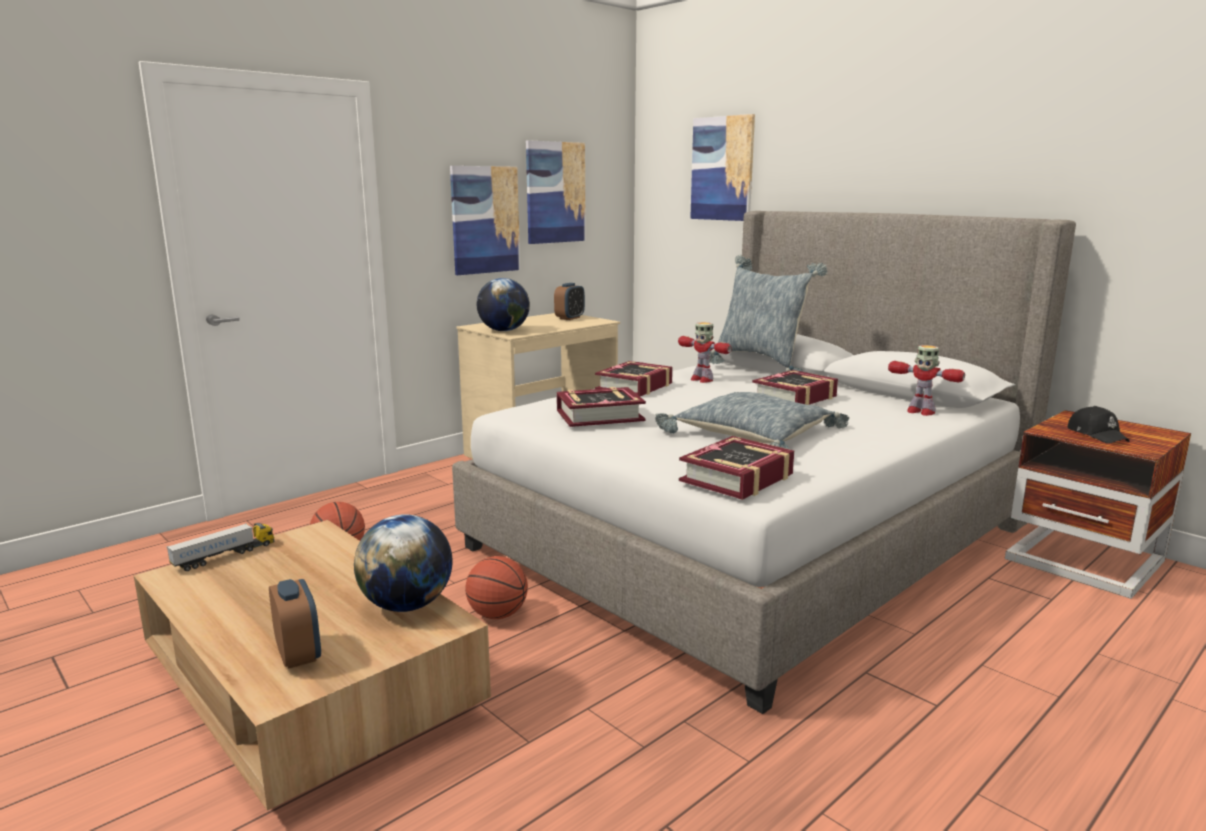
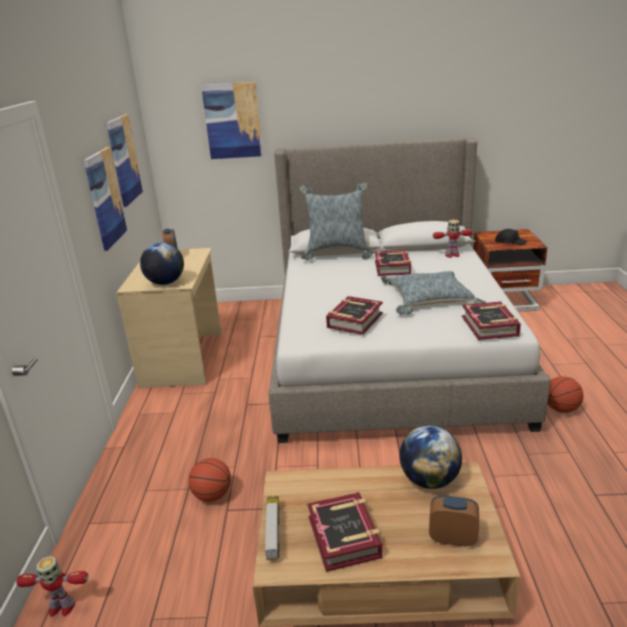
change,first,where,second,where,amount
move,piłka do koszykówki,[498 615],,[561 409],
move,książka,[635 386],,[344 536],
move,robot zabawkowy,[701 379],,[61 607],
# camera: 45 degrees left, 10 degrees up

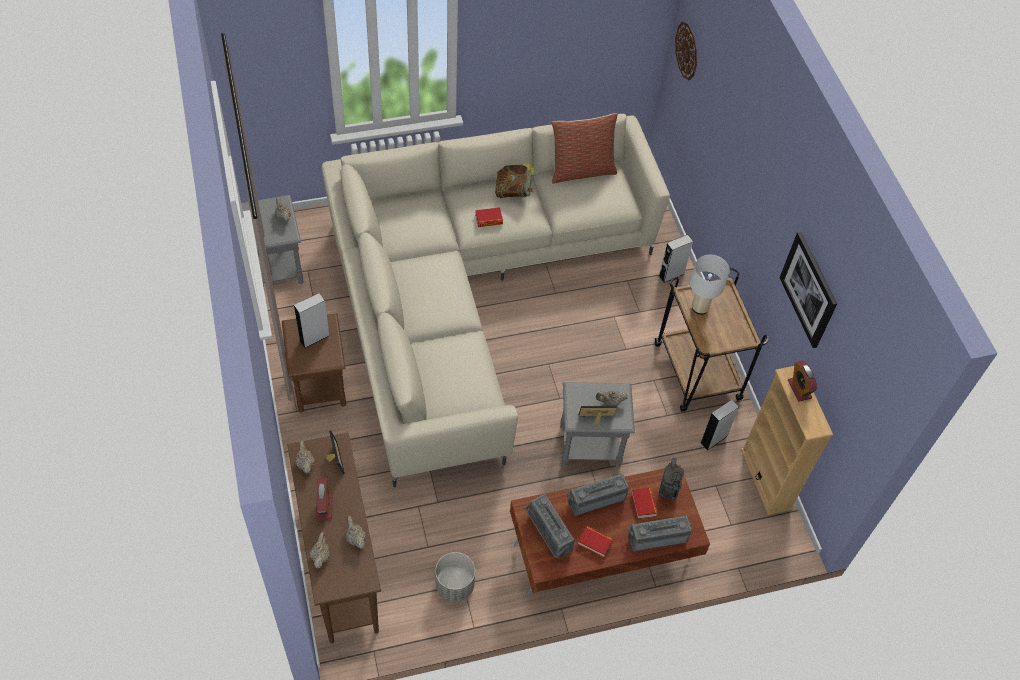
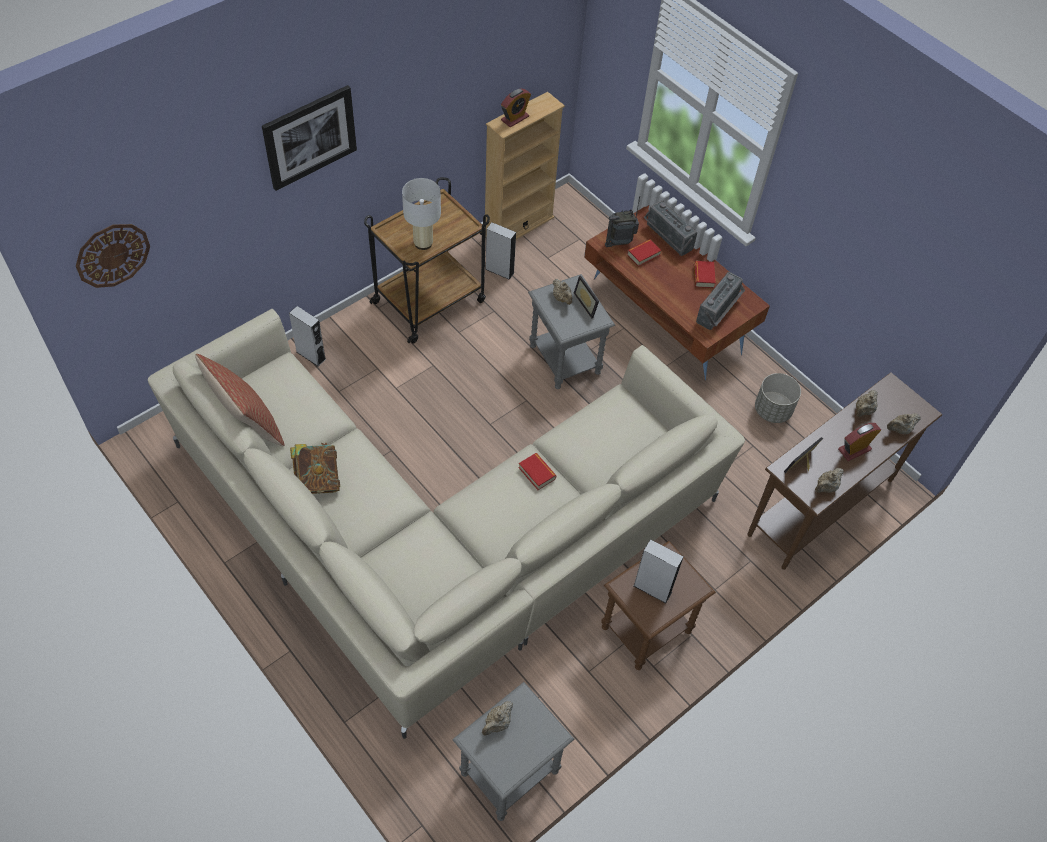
change,first,where,second,where,amount
delete,radio,[595 498],,,
move,książka,[489 219],,[537 473],
move,obraz,[809 289],,[309 137],
# camera: 115 degrees left, 0 degrees up

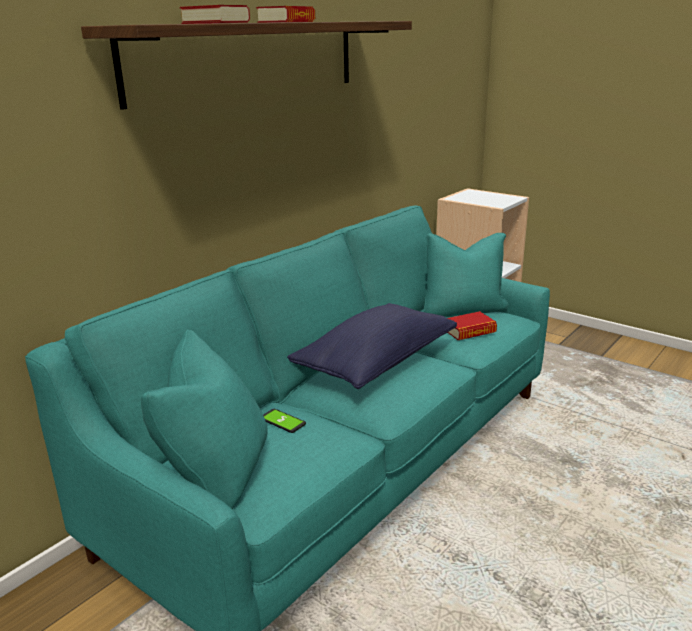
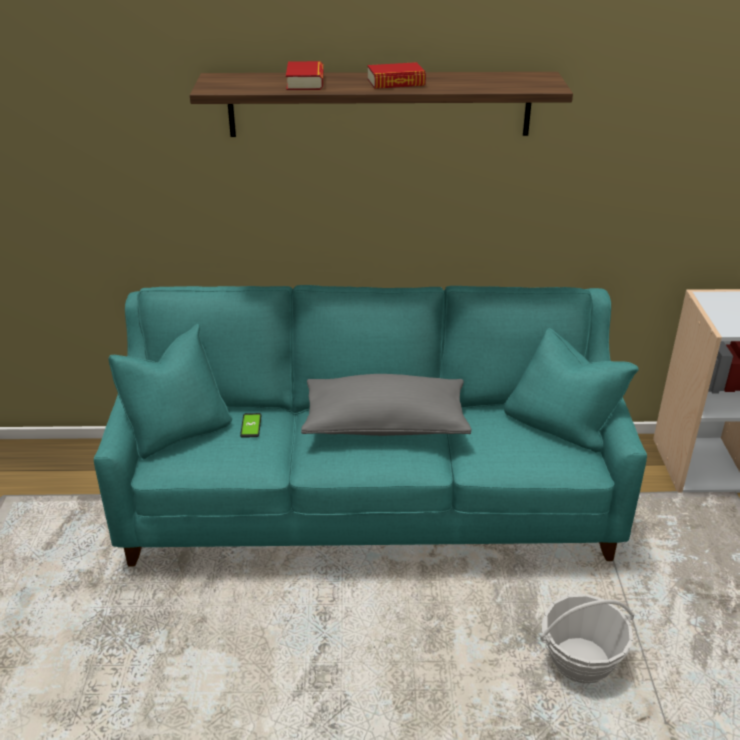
change,first,where,second,where,amount
delete,książka,[469 331],,,
insert,,,koszyk,[581 660],
recolor,poduszka [niebieski],[376 363],poduszka [szary],[385 425],
# camera: 50 degrees right, 10 degrees up

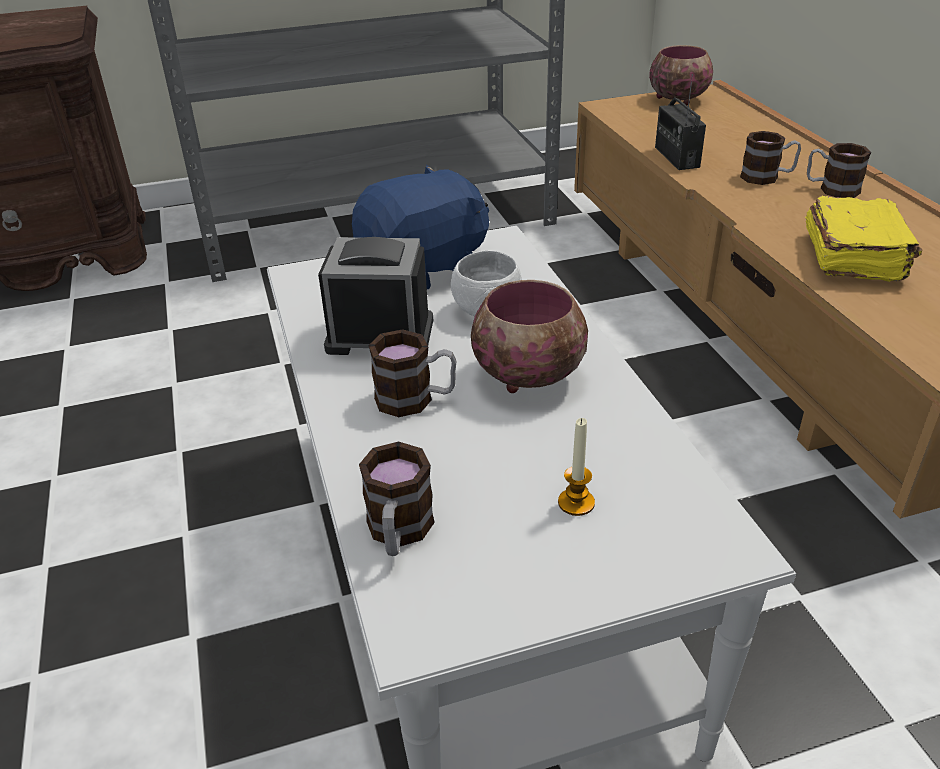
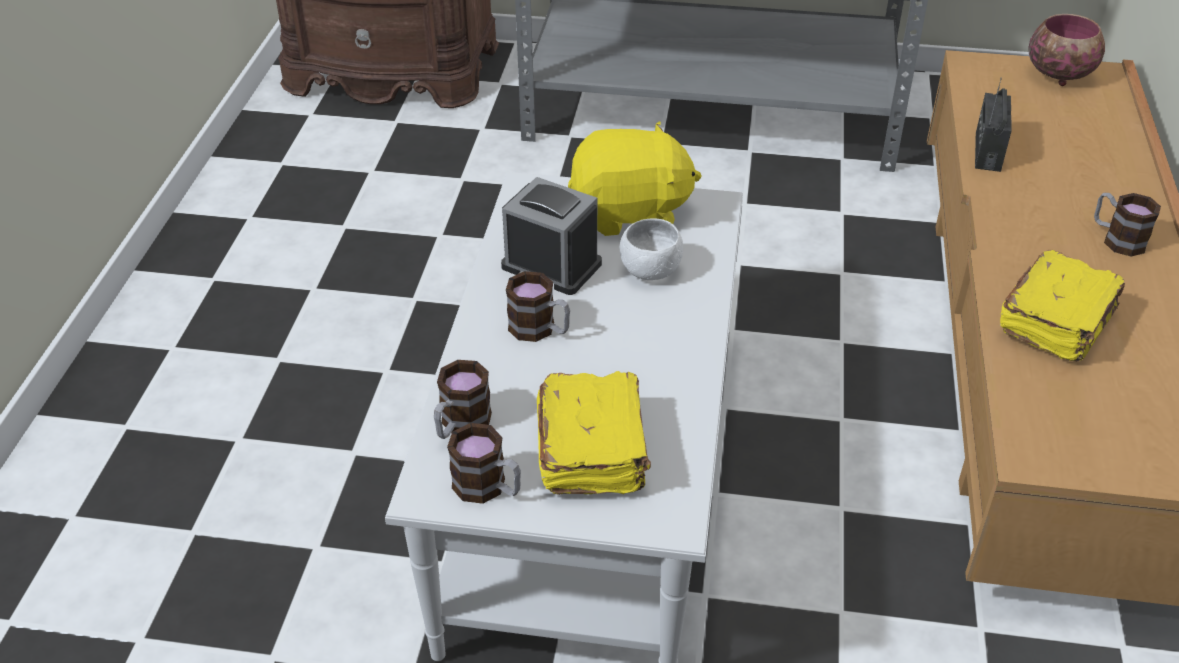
change,first,where,second,where,amount
delete,miska,[531 375],,,
move,kubek,[767 177],,[488 488],
replace,świeca,[576 503],książka [żółty],[593 450],
recolor,pluszak [niebieski],[425 268],pluszak [żółty],[630 213],
# camera: 25 degrees right, 5 degrees up

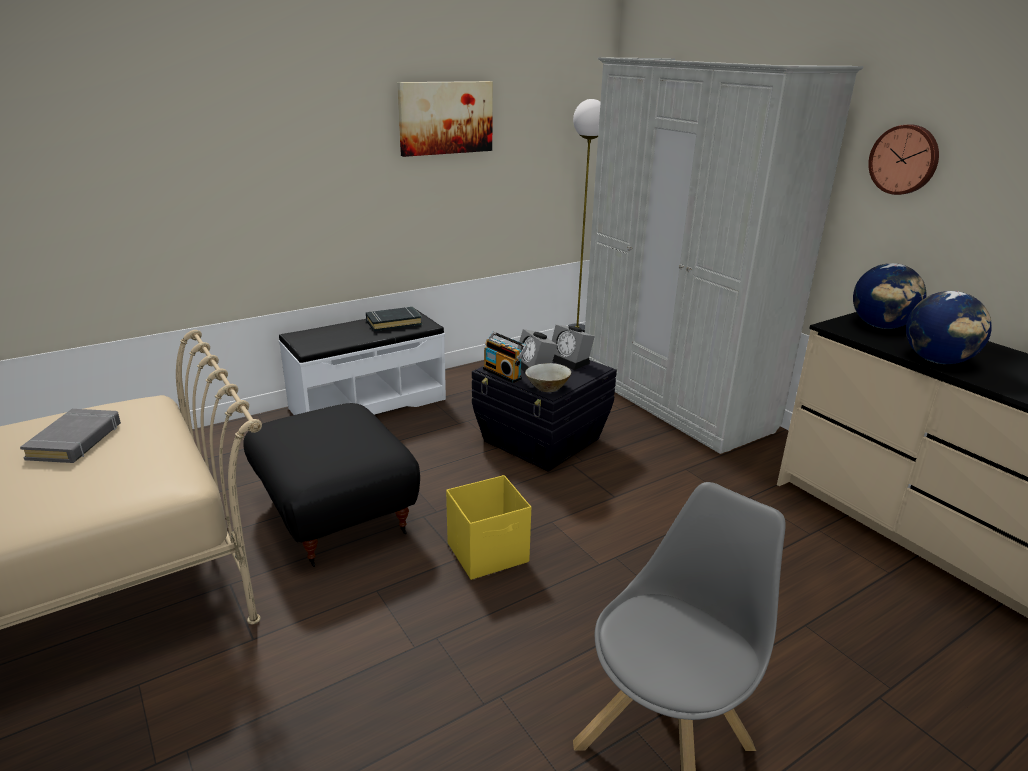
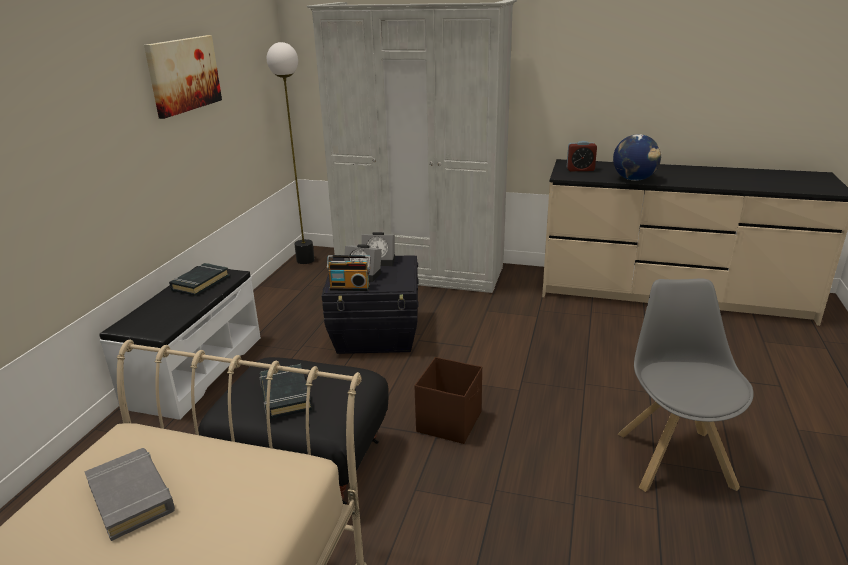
change,first,where,second,where,amount
delete,miska [beżowy],[547 387],,,
delete,zegar ścienny,[904 159],,,
insert,,,książka [czarny],[285 395],
replace,globus,[881 326],budzik,[580 169],
recolor,pojemnik do przechowywania [żółty],[489 553],pojemnik do przechowywania [brązowy],[450 421],
# camera: 40 degrees left, 0 degrees up

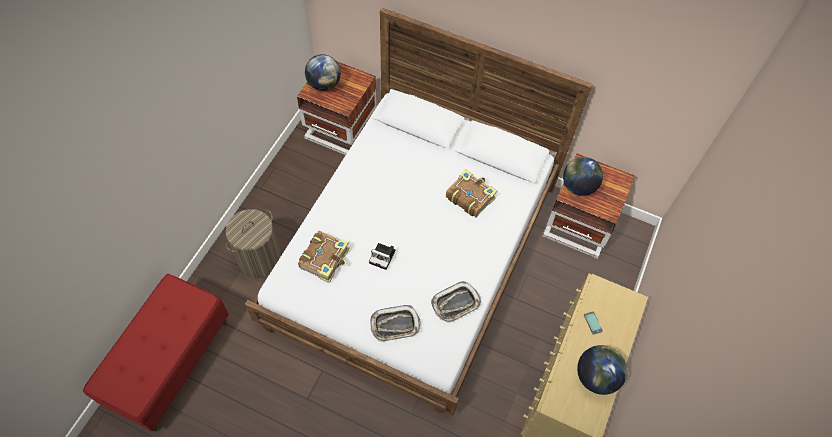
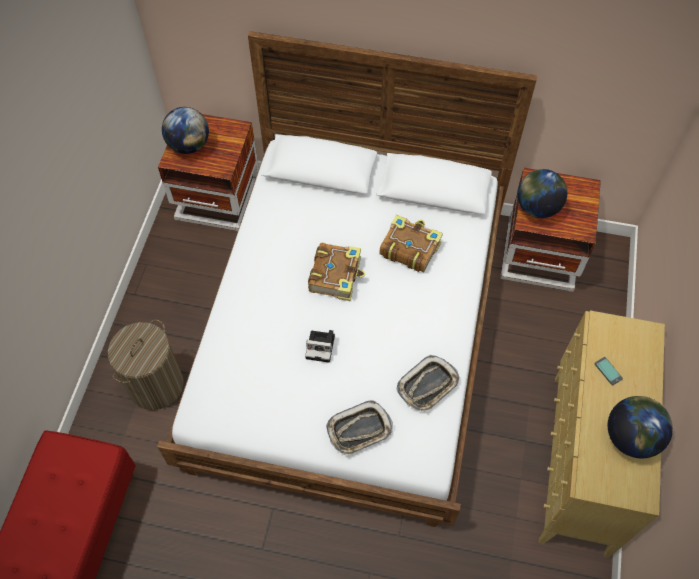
change,first,where,second,where,amount
move,książka,[325 259],,[336 275],
# camera: 10 degrees left, 0 degrees up

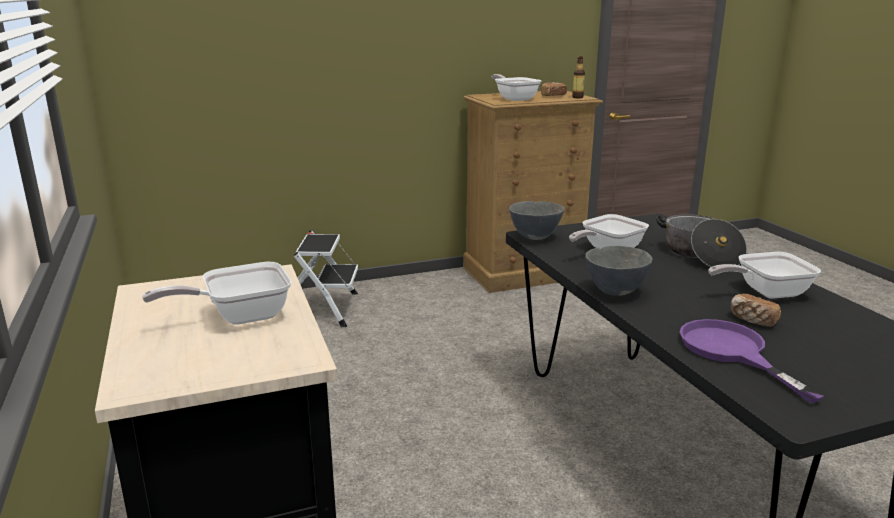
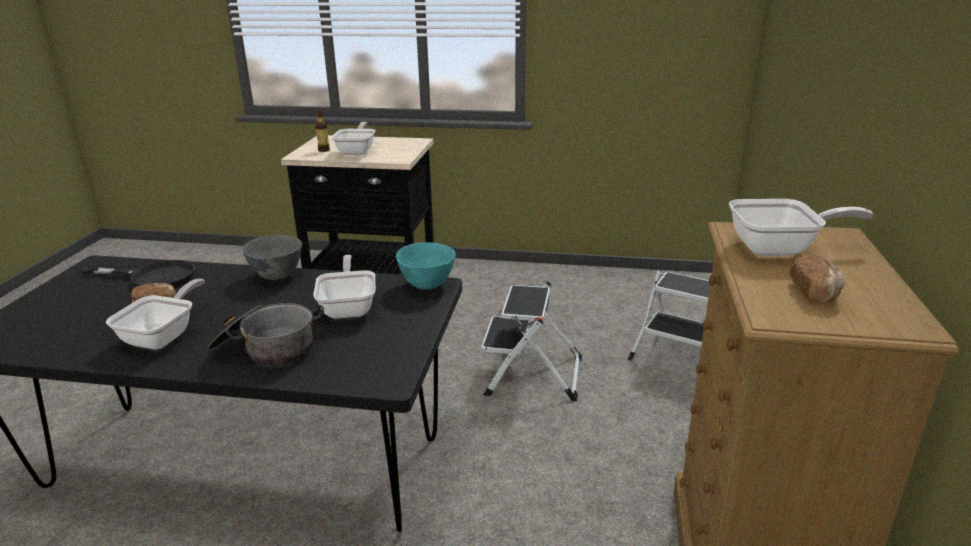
change,first,where,second,where,amount
insert,,,drabinka,[532 373],
move,butelka,[577 97],,[324 150],
recolor,miska [szary],[534 237],miska [turkusowy],[428 285],
recolor,patelnia [fioletowy],[732 352],patelnia [czarny],[153 277],
# camera: 120 degrees right, 5 degrees up

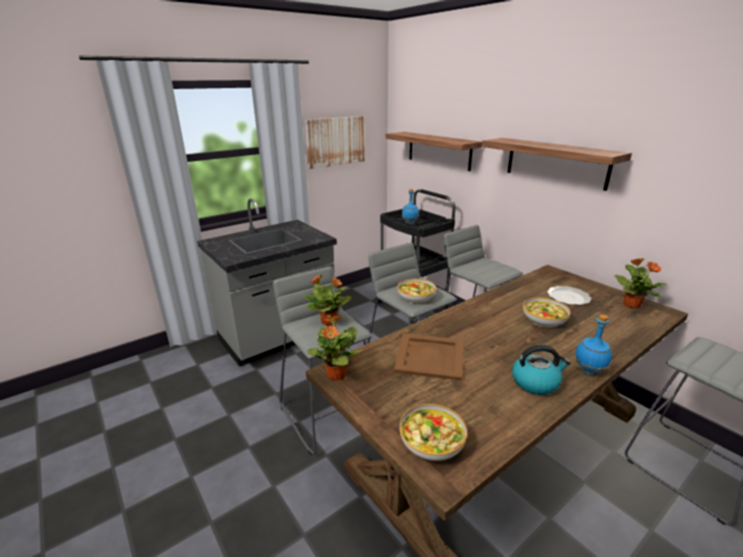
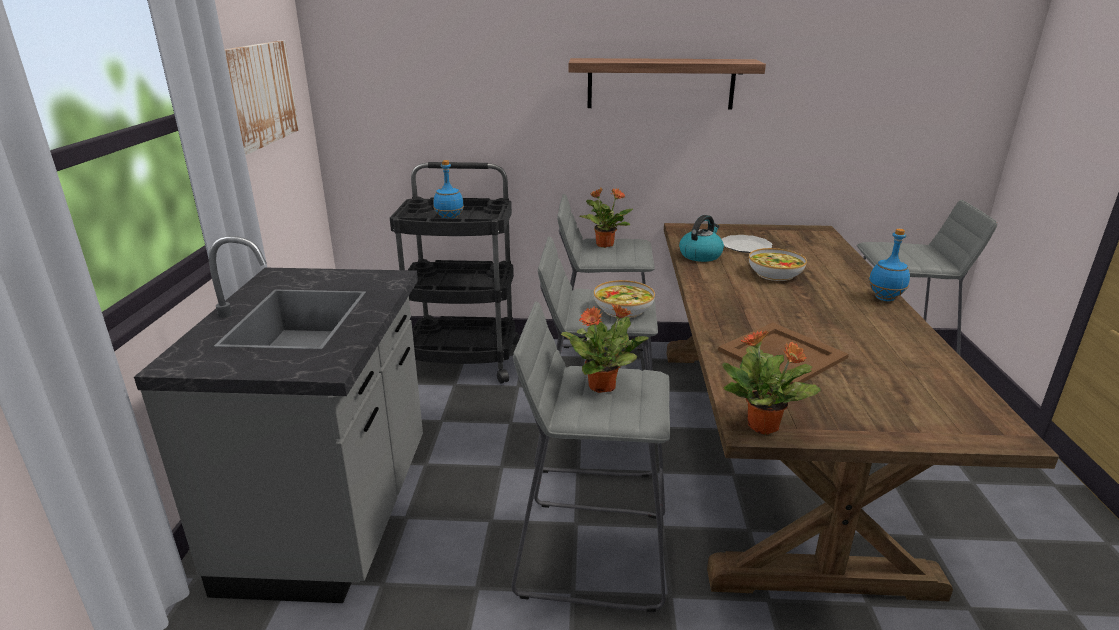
change,first,where,second,where,amount
delete,półka,[439 150],,,
delete,miska,[432 442],,,
move,czajnik,[535 382],,[700 255],
move,roślina doniczkowa,[631 305],,[604 244],
# camera: 50 degrees left, 0 degrees up

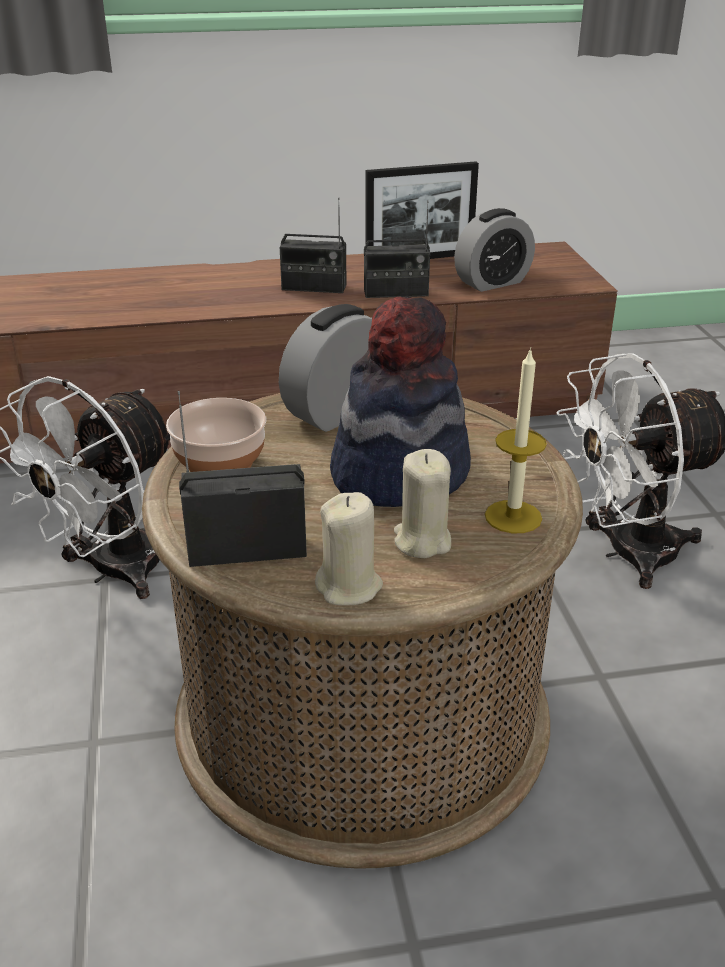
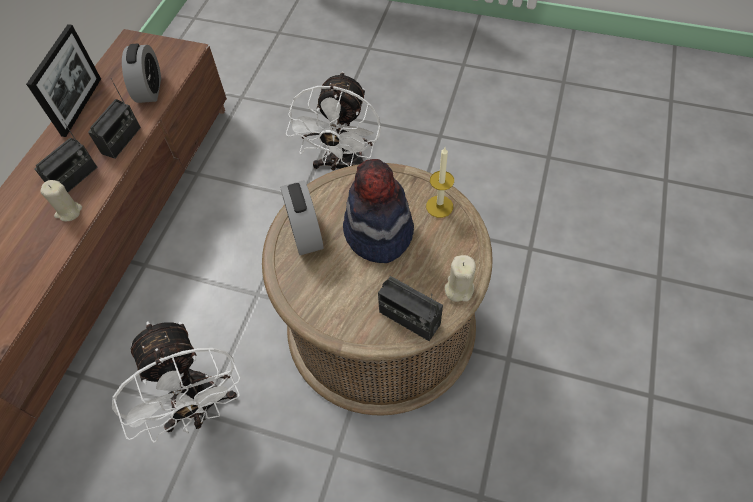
change,first,where,second,where,amount
delete,miska,[221 461],,,
move,świeca [beżowy],[422 541],,[68 212],
rotate,radio,[247 548],,[409 318],75 degrees counterclockwise
# camera: 60 degrees left, 25 degrees up

